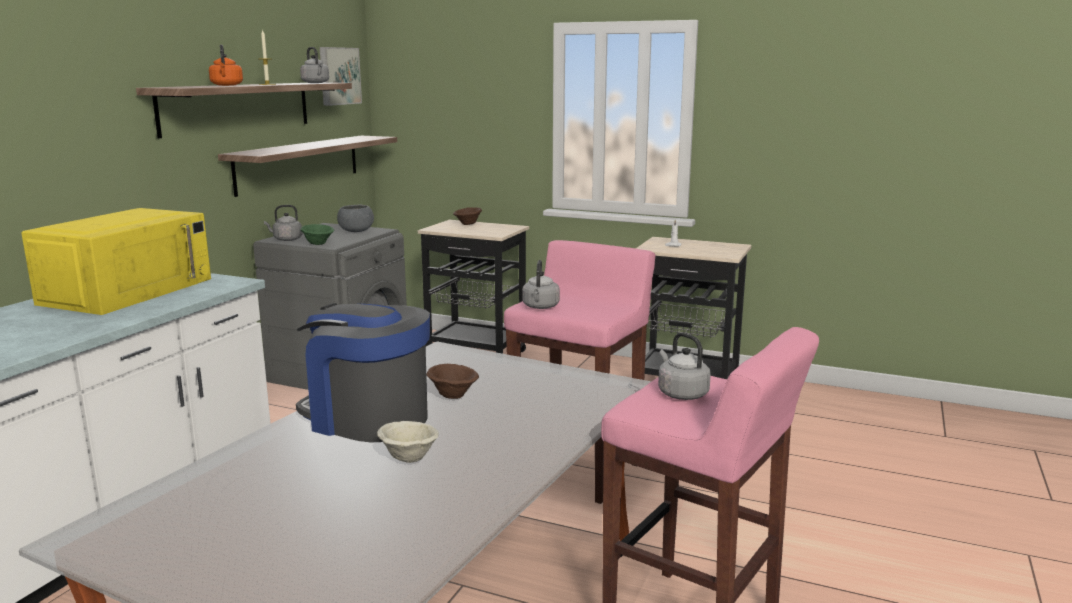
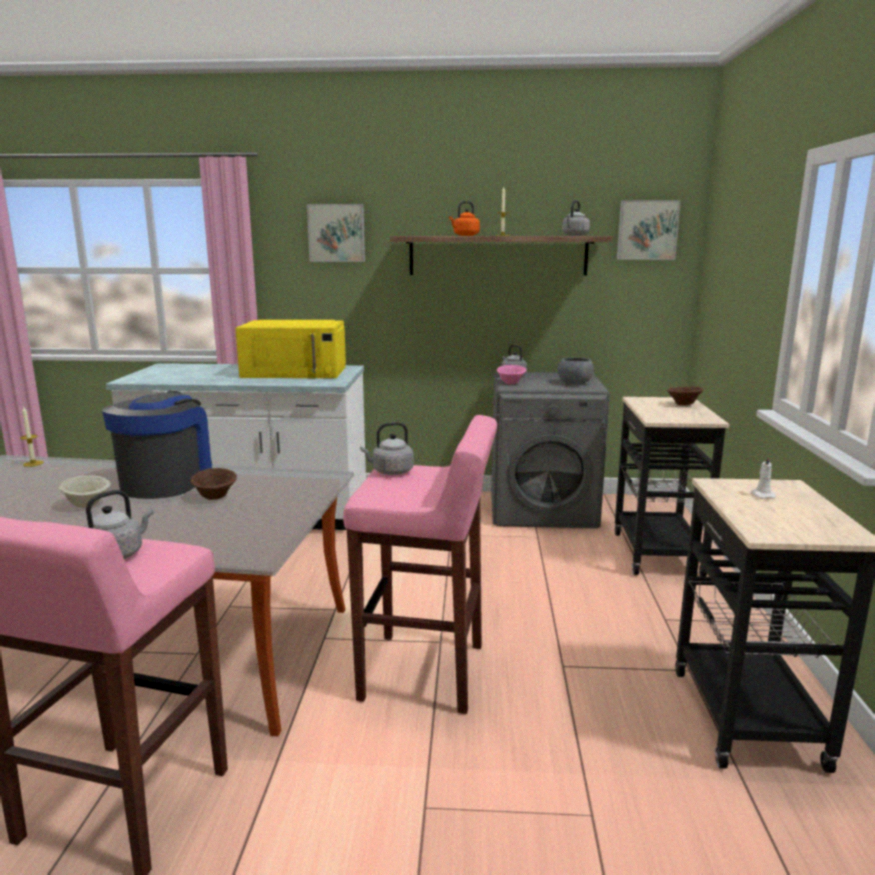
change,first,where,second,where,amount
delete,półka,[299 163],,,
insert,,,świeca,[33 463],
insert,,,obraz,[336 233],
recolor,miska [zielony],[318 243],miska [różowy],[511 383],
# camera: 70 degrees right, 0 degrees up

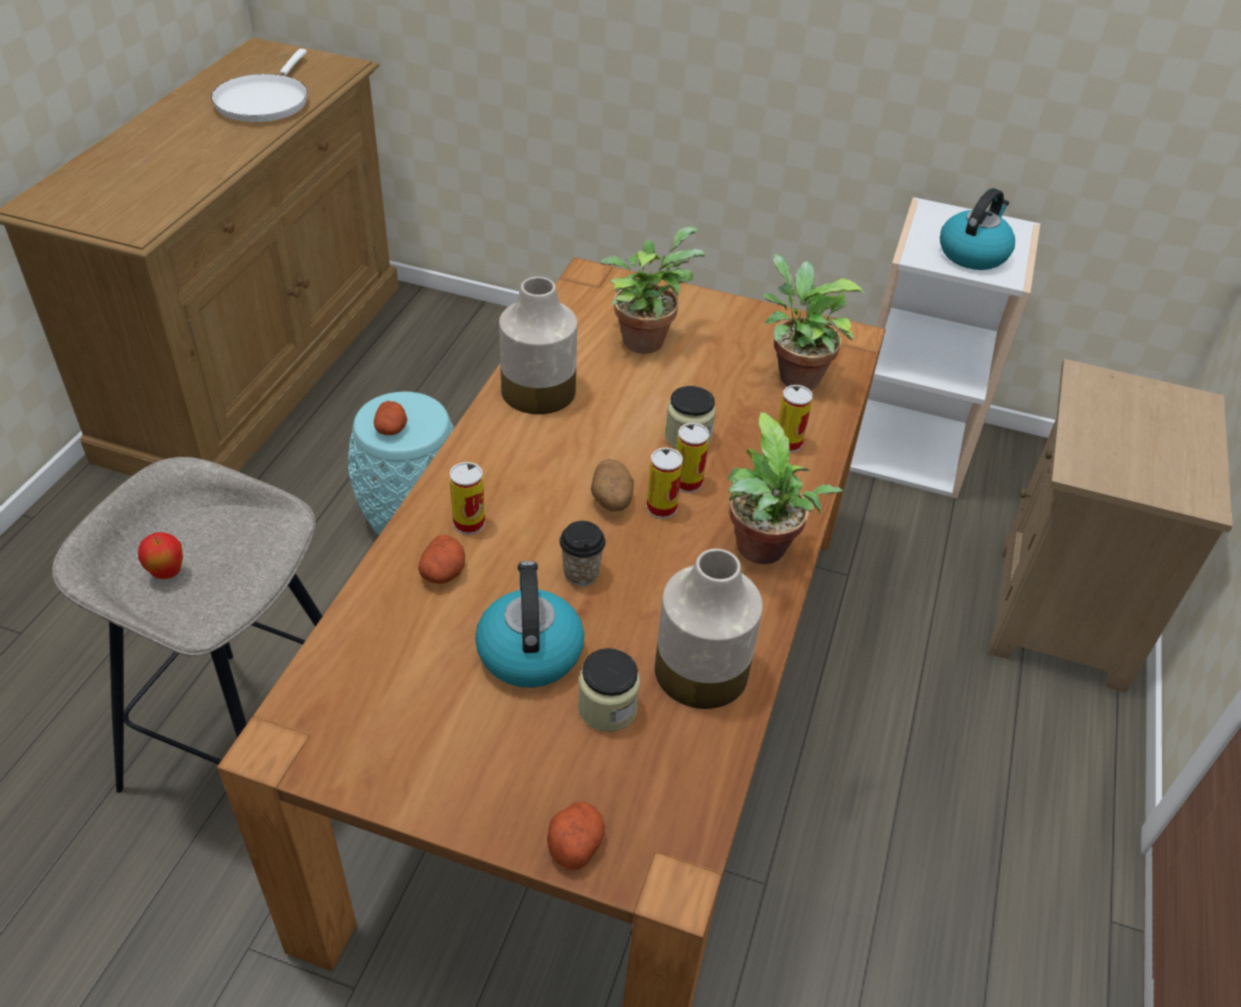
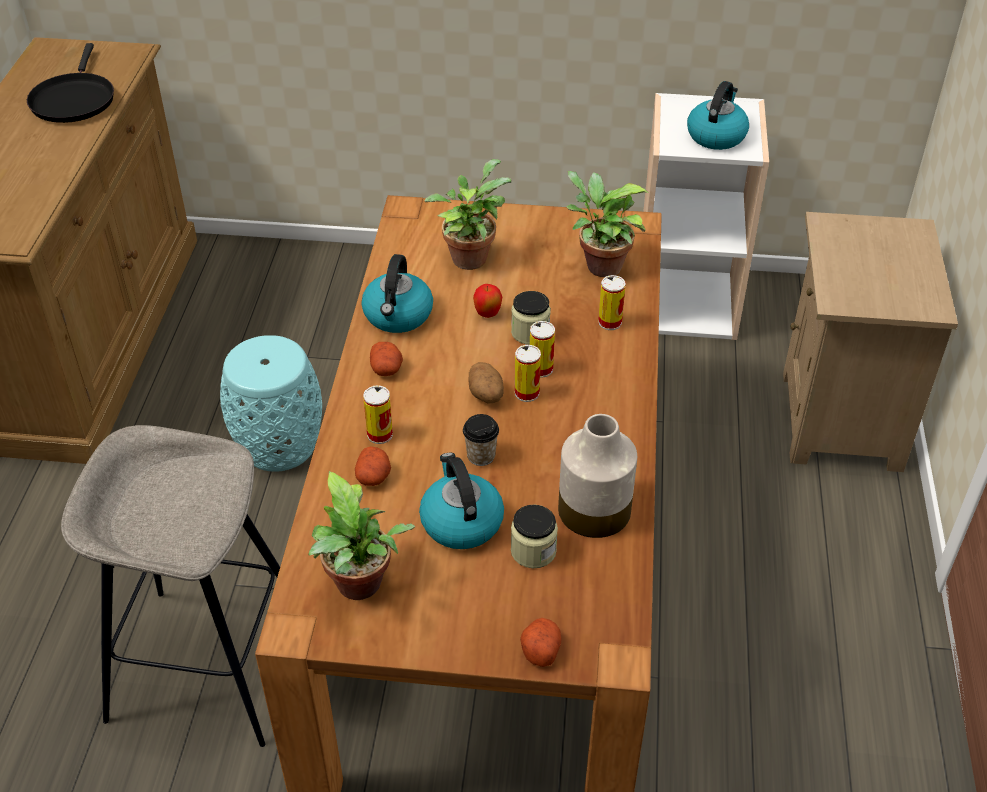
change,first,where,second,where,amount
move,jabłko,[167 573],,[487 314],
move,ziemniak,[391 429],,[387 369],
move,roślina doniczkowa,[763 552],,[361 588],
replace,wazon [beżowy],[539 390],czajnik,[398 316],
recolor,patelnia [biały],[264 101],patelnia [czarny],[73 100],
# camera: 10 degrees left, 0 degrees up

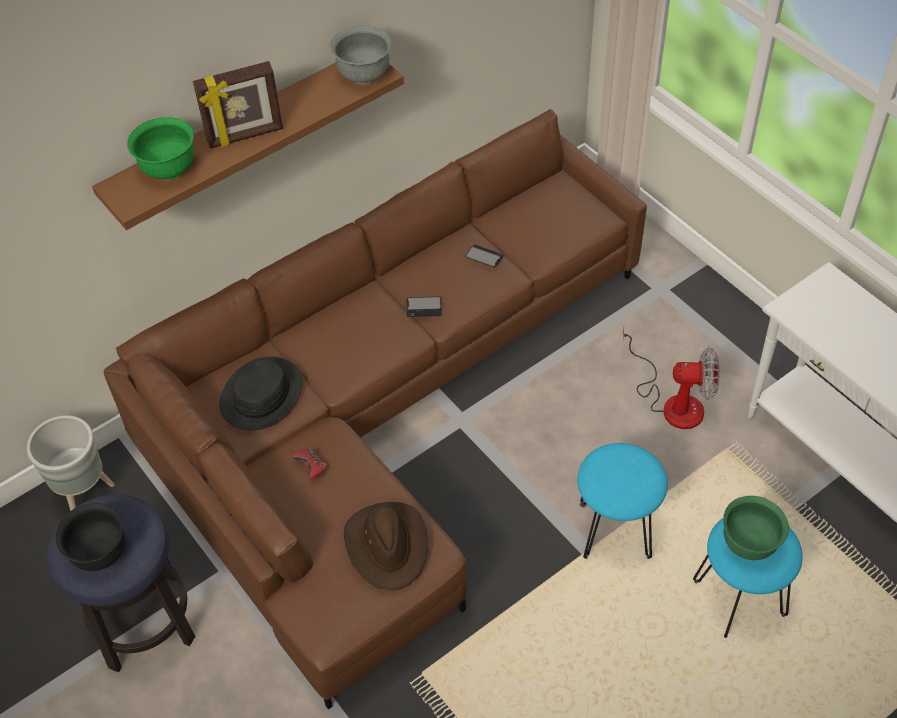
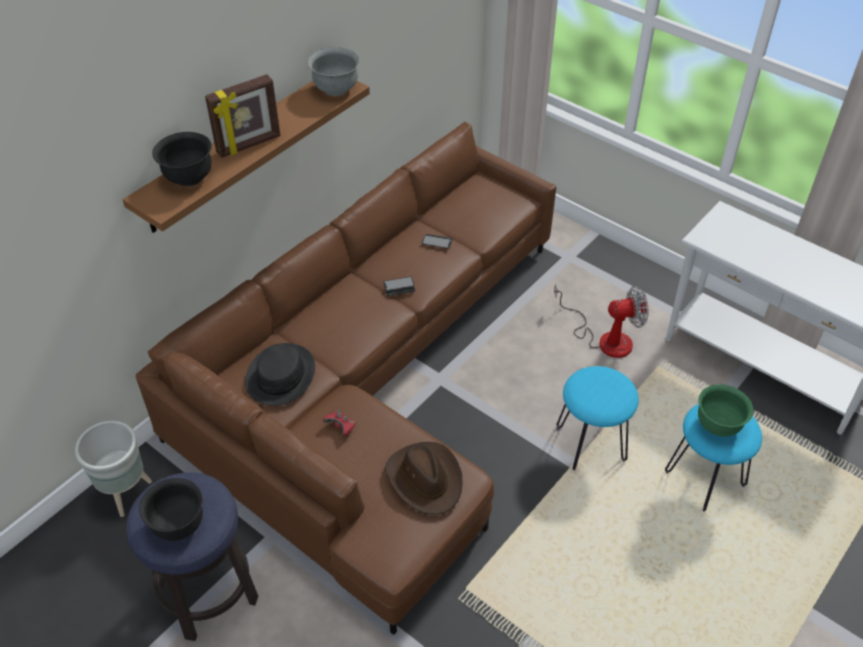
change,first,where,second,where,amount
recolor,miska [zielony],[168 169],miska [czarny],[188 177],
# camera: 15 degrees left, 5 degrees down

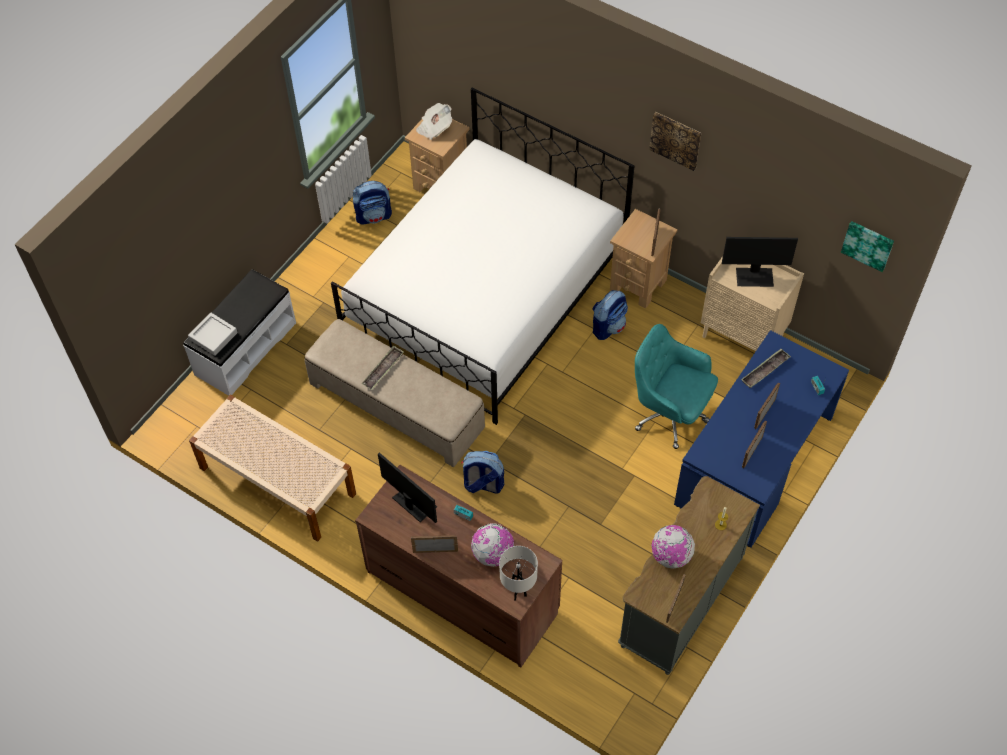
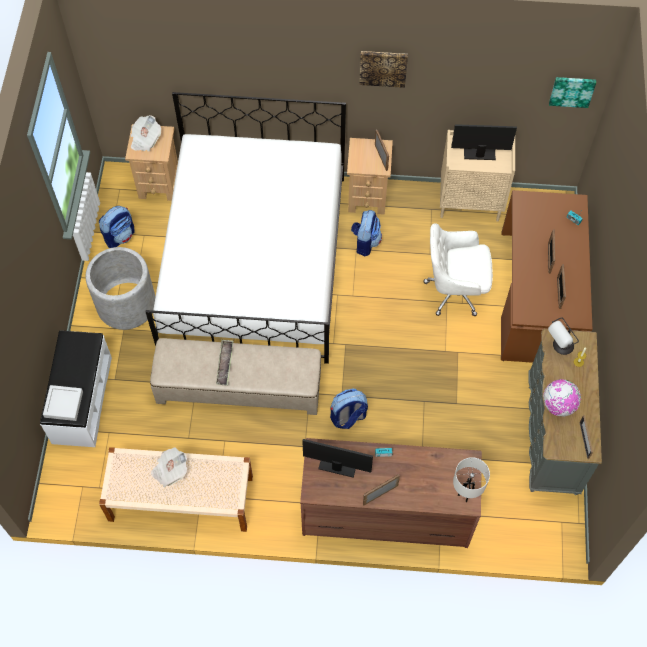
change,first,where,second,where,amount
delete,globus,[493 554],,,
delete,taca,[765 370],,,
insert,,,donica [szary],[126 304],
insert,,,gazeta,[170 471],
insert,,,lampa stołowa,[559 347],
recolor,krzesło biurowe [turkusowy],[670 414],krzesło biurowe [biały],[454 291],
recolor,biurko [niebieski],[754 461],biurko [brązowy],[537 297],
rotate,monitor,[755 276],,[479 152],150 degrees counterclockwise
# camera: 30 degrees left, 5 degrees up

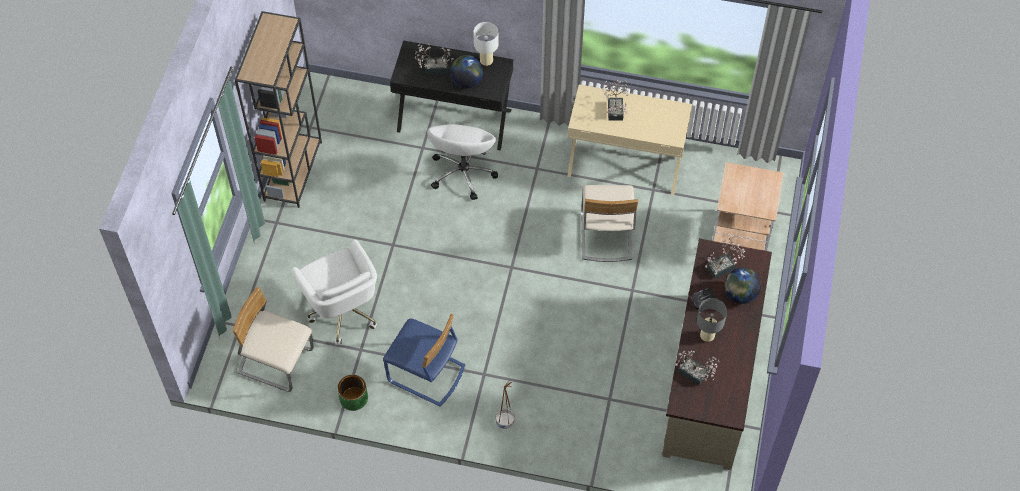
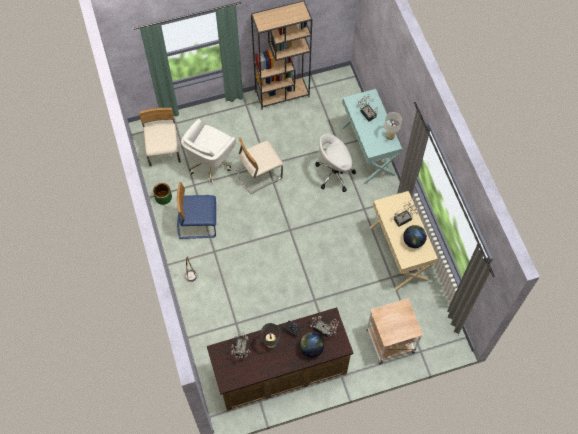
change,first,where,second,where,amount
move,globus,[466 81],,[413 241],
move,krzesło [beżowy],[605 235],,[259 174],
recolor,biurko [czarny],[454 120],biurko [turkusowy],[368 151],
rotate,krzesło [niebieski],[426 374],,[197 223],90 degrees clockwise
# camera: 60 degrees right, 5 degrees up

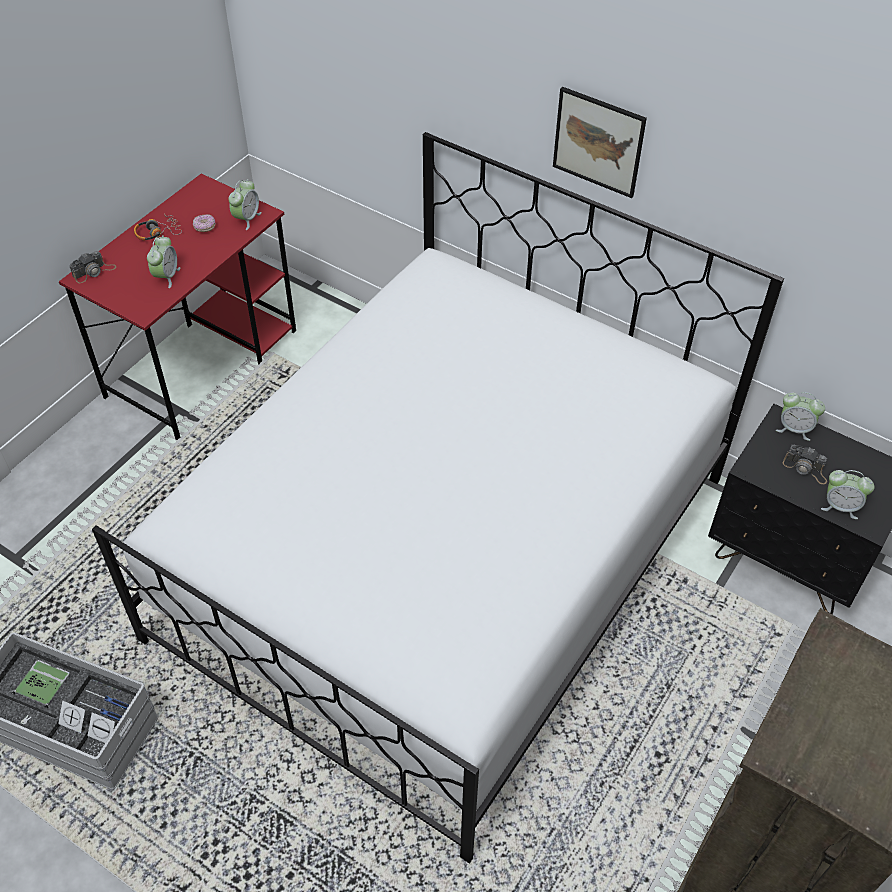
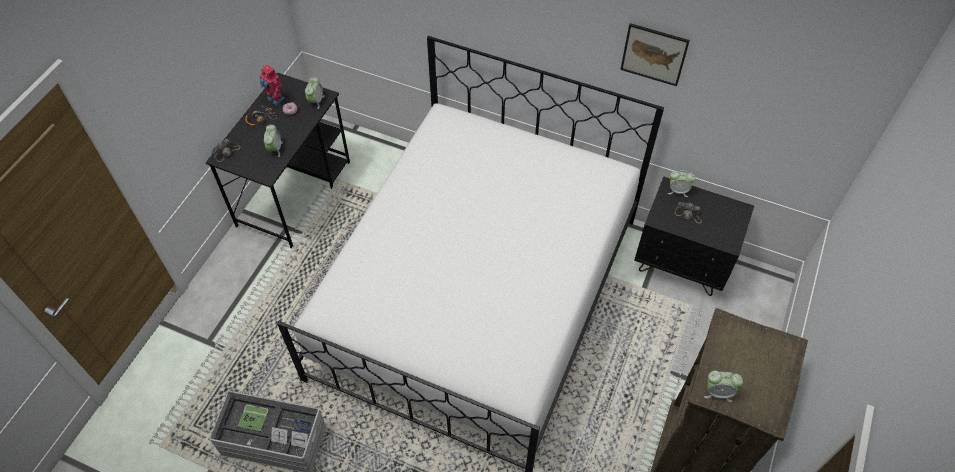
change,first,where,second,where,amount
insert,,,robot zabawkowy,[275 99],
move,obraz,[598 142],,[654 54],
move,budzik,[840 506],,[718 392],
recolor,biurko [czerwony],[203 362],biurko [czarny],[295 192],
# camera: 10 degrees left, 5 degrees up

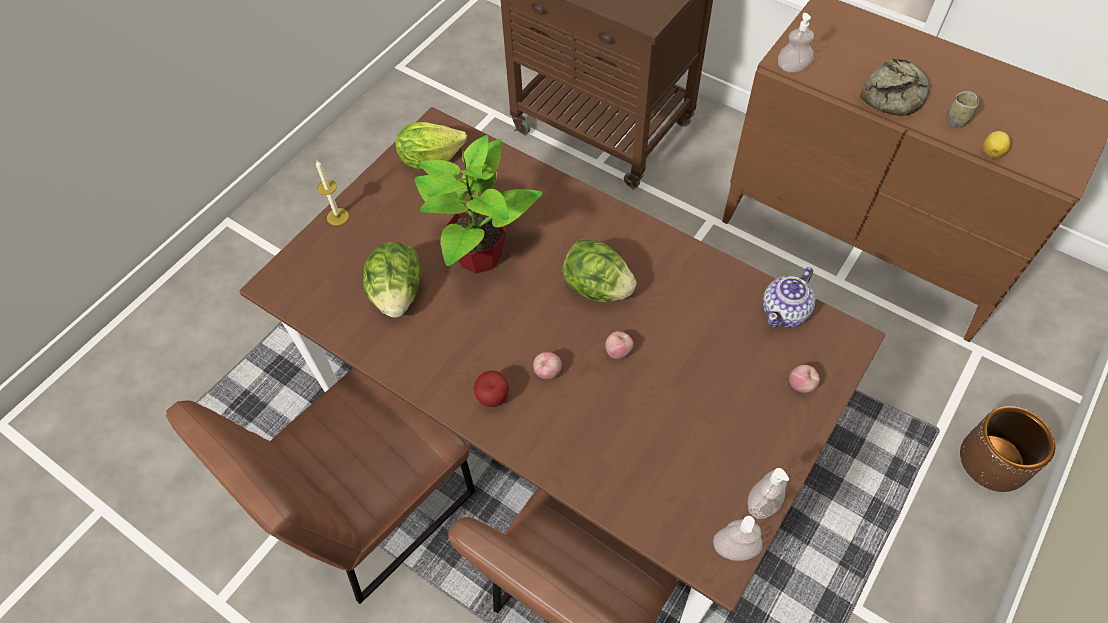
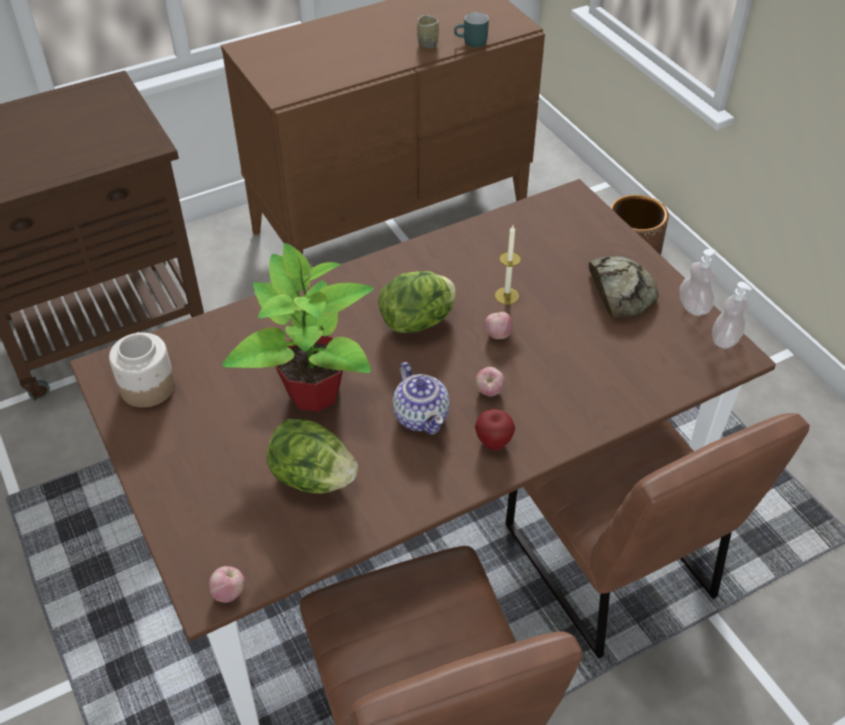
change,first,where,second,where,amount
delete,dozownik mydła,[792 67],,,
move,świeca,[337 216],,[506 296],
move,imbryk,[785 311],,[421 416],
move,jabłko,[801 385],,[229 592],
move,chleb,[895 94],,[620 292],
replace,sałata,[430 159],słoik,[147 387],
replace,cytryna,[992 152],kubek [turkusowy],[471 43],
# camera: 65 degrees left, 10 degrees down

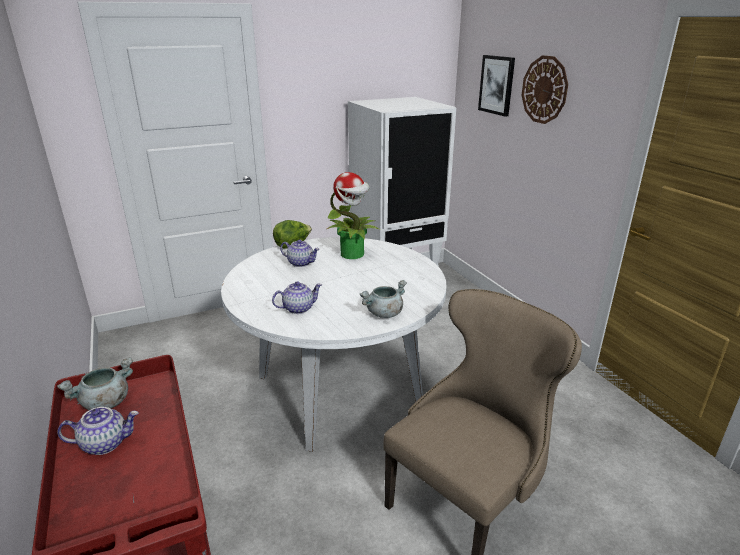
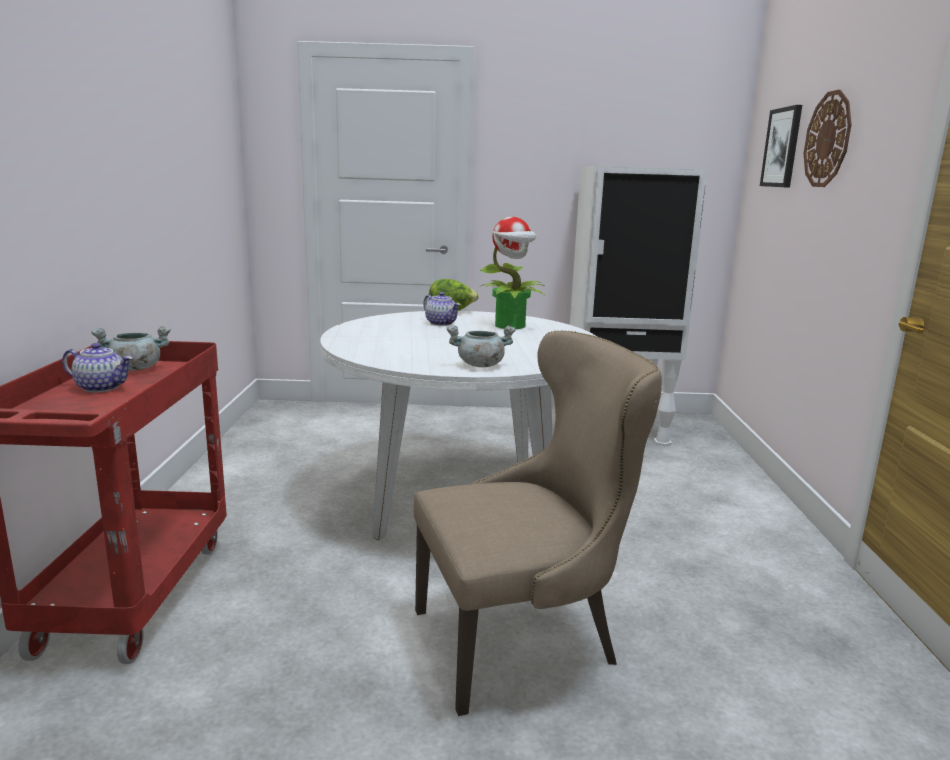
change,first,where,second,where,amount
delete,imbryk,[298 308],,,
# camera: 25 degrees right, 10 degrees down

